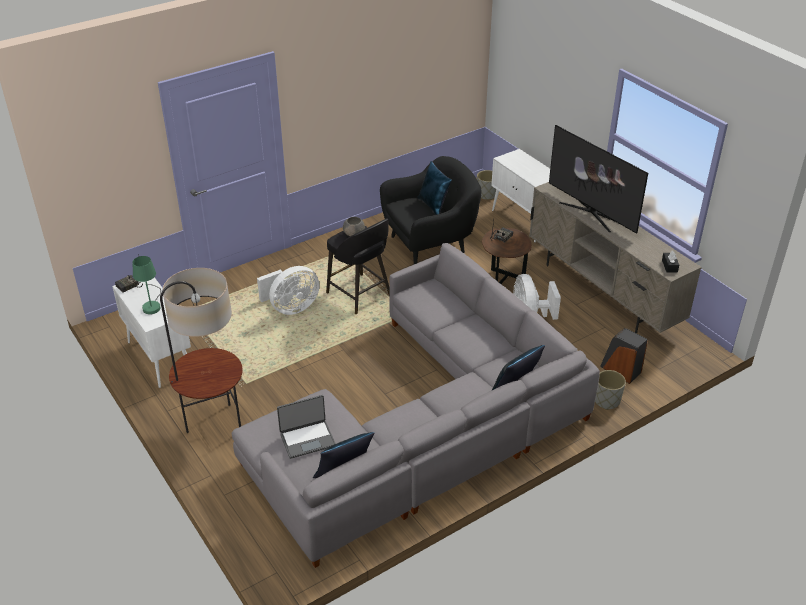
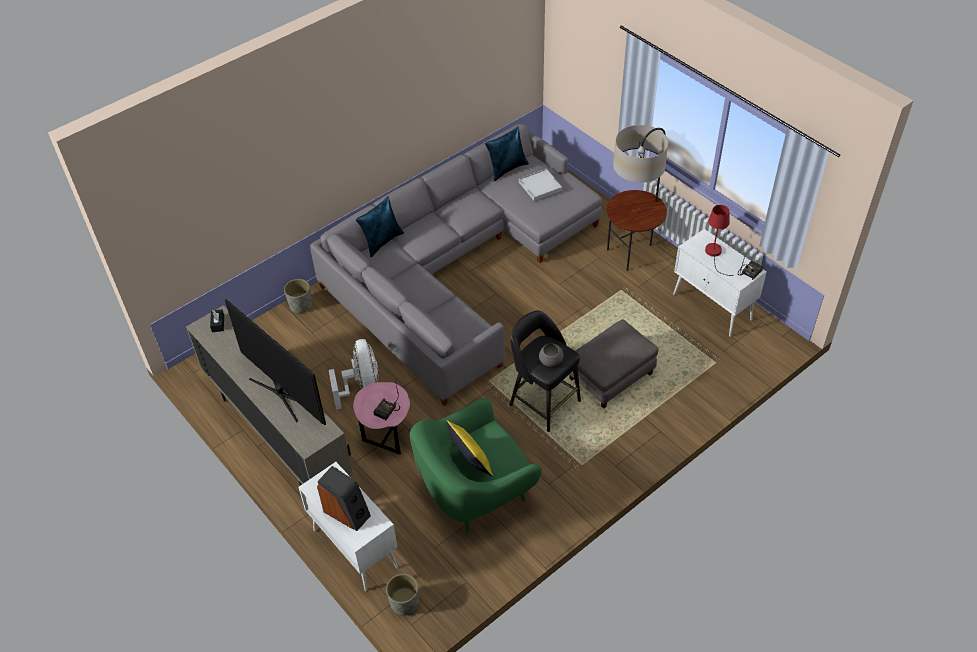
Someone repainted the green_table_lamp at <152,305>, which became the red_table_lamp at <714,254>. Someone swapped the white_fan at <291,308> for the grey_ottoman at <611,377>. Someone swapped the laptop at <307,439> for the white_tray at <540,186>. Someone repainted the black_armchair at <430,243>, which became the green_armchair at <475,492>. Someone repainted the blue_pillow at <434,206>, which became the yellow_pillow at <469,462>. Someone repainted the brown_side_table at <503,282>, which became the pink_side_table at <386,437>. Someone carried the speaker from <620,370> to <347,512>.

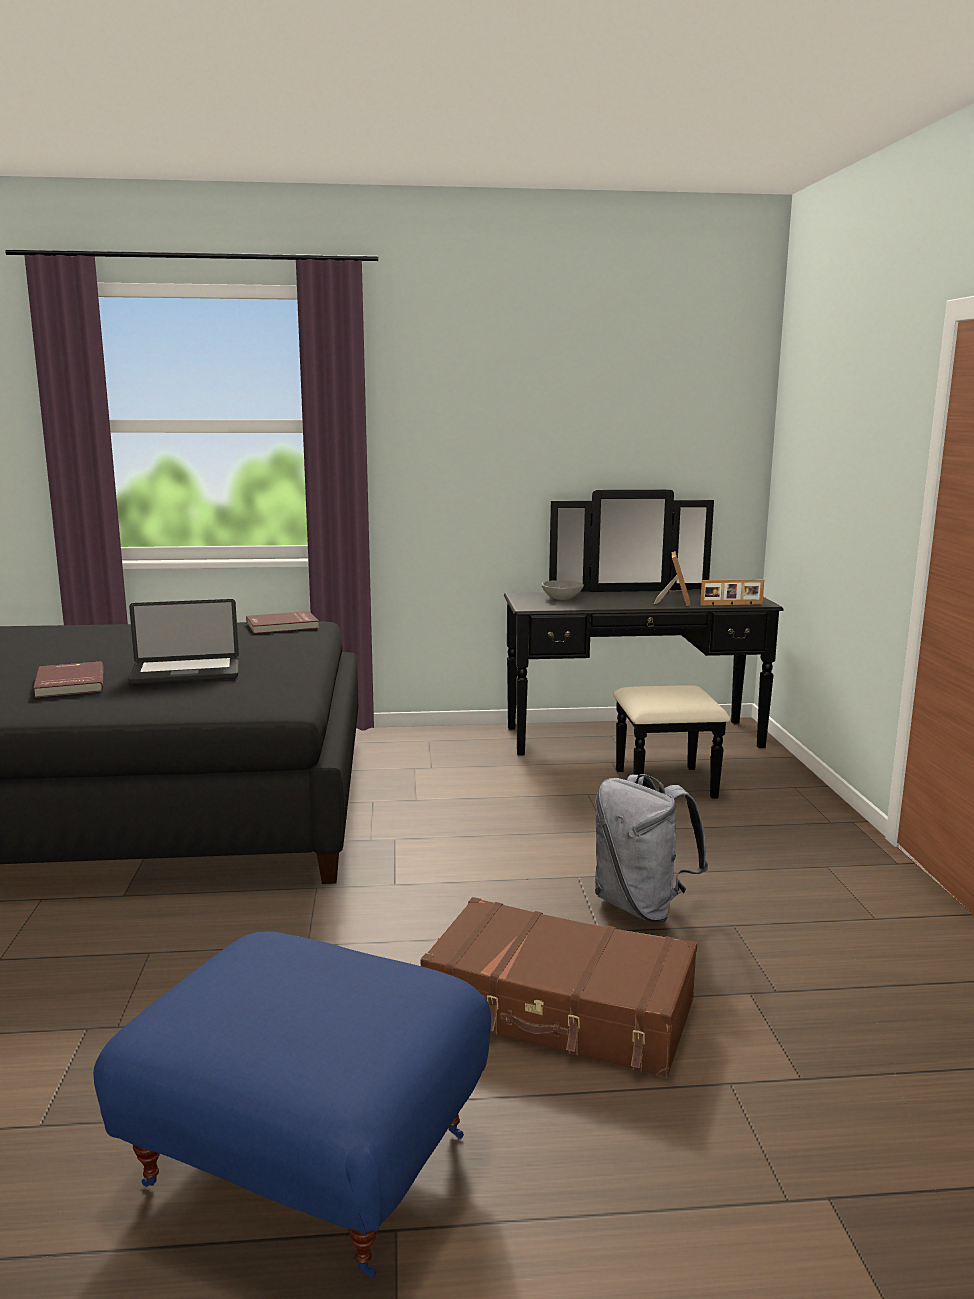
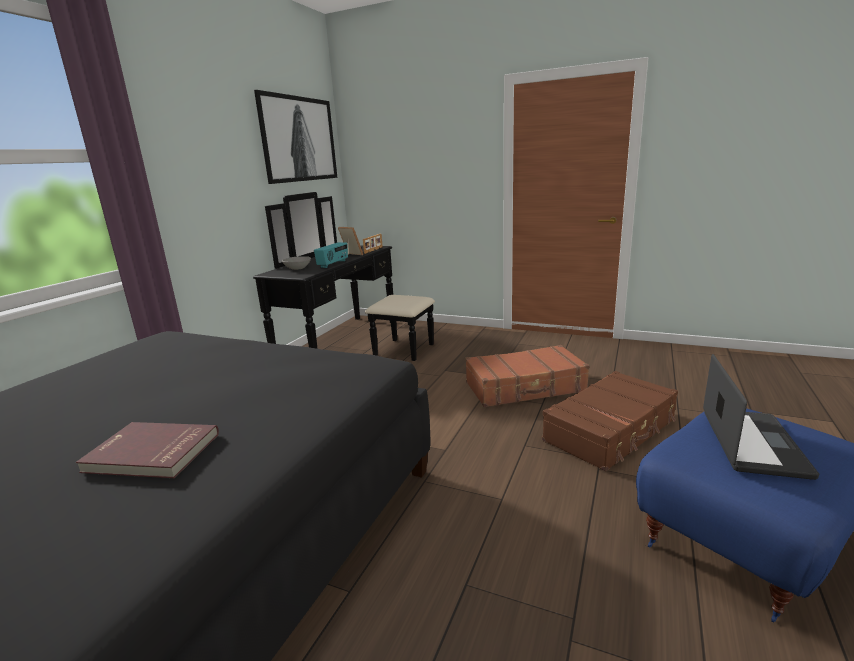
Someone carried the laptop from <185,673> to <752,443>. Someone took away the red_book at <282,626>. Someone swapped the grey_backpack at <642,906> for the brown_suitcase at <525,387>. Someone put up the picture at <298,139>. Someone put down the radio at <333,264>.

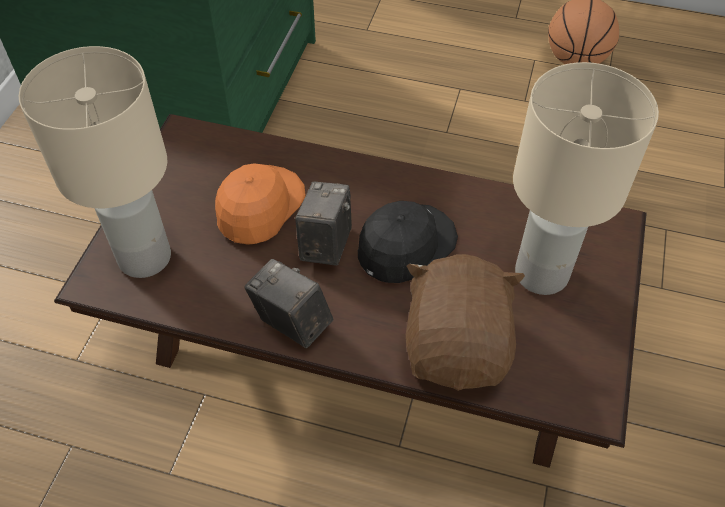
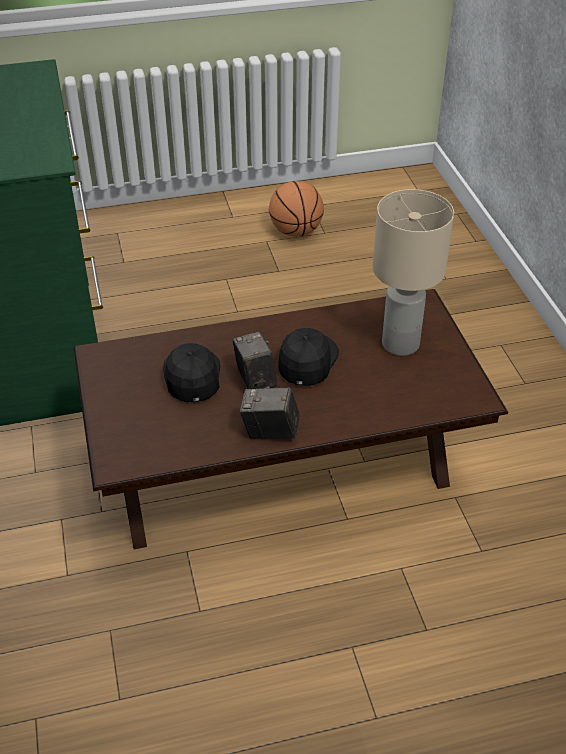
Someone took away the beige_table_lamp at <143,257>. Someone repainted the orange_cap at <259,206>, which became the black_cap at <192,377>. Someone took away the brown_plush_toy at <457,346>.

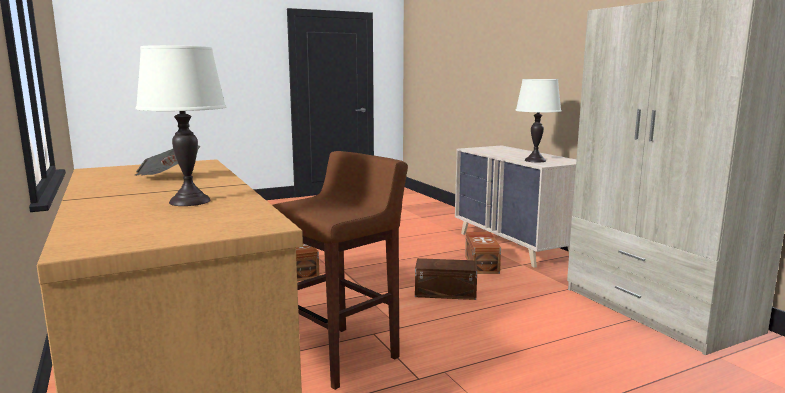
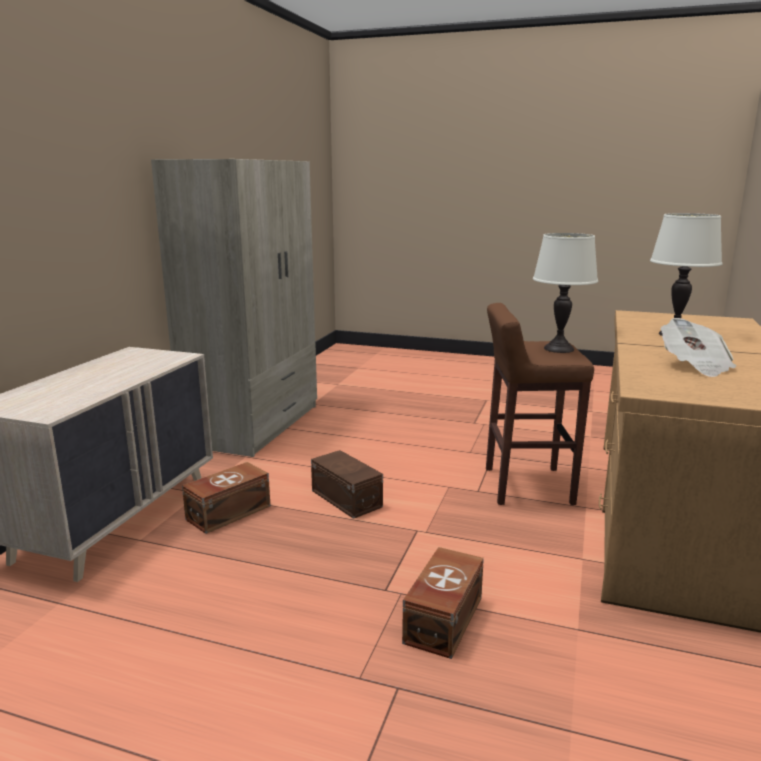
Someone carried the white_table_lamp from <535,160> to <558,349>.

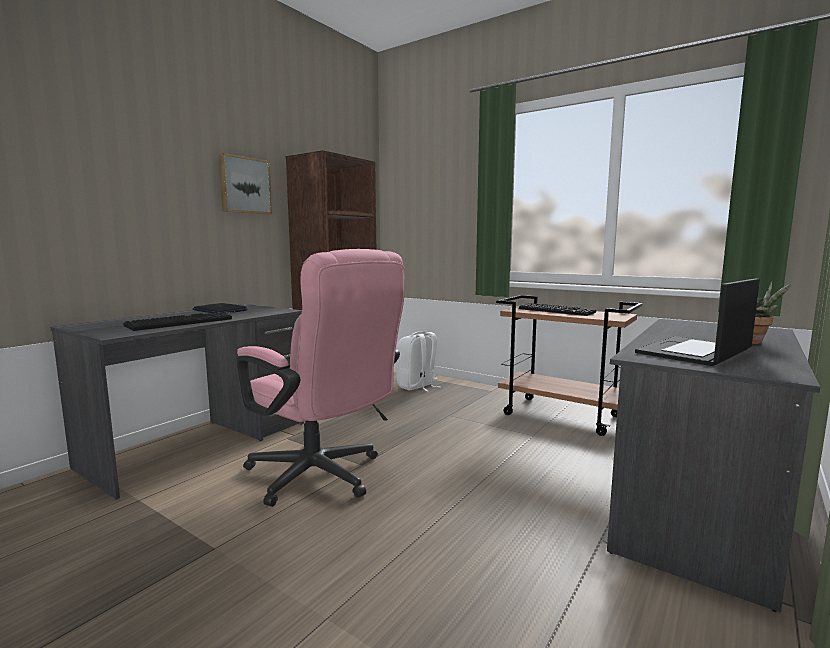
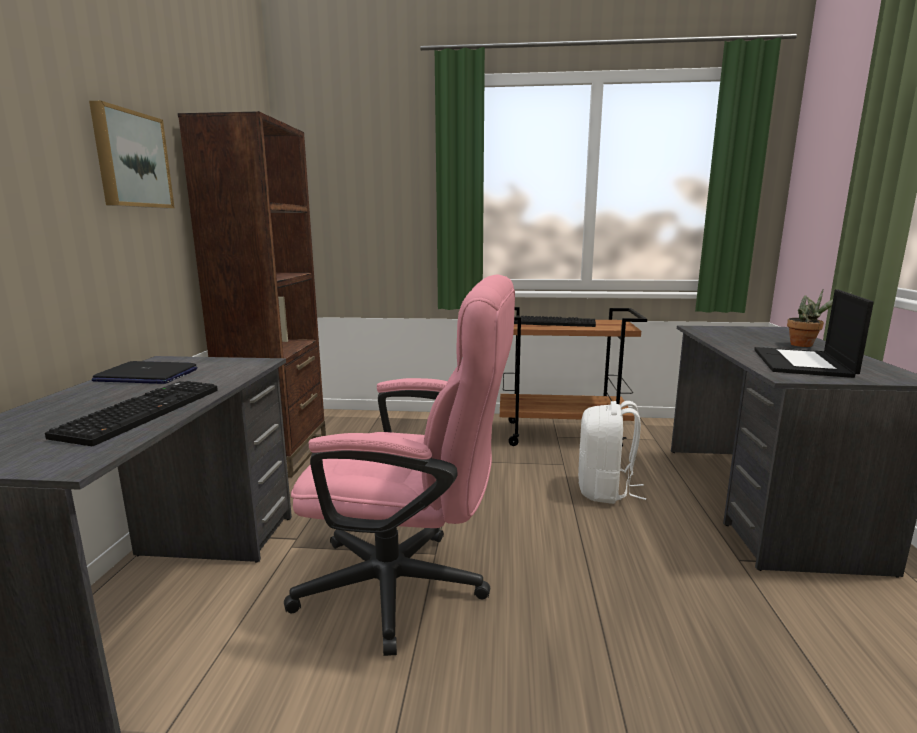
Someone carried the white_backpack from <417,386> to <605,491>.

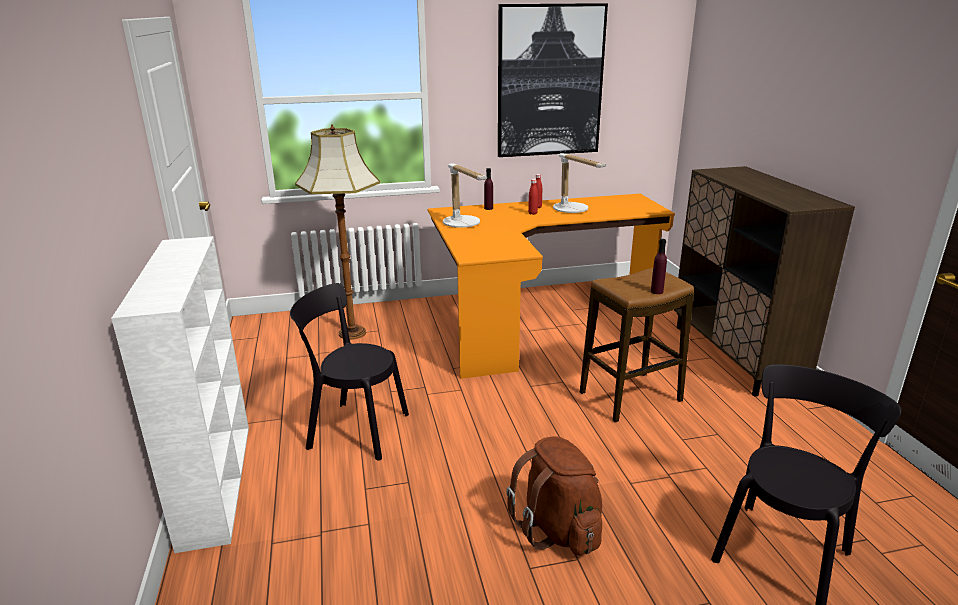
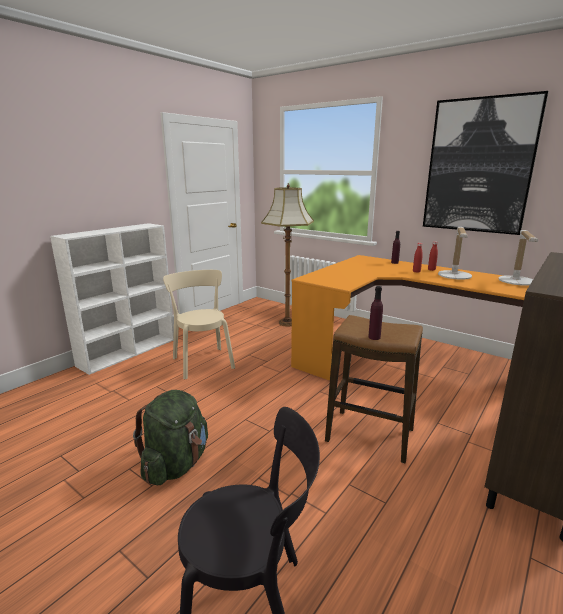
Someone repainted the black_chair at <354,429>, which became the beige_chair at <202,361>. Someone carried the table_lamp from <463,224> to <517,283>. Someone repainted the brown_backpack at <558,529>, which became the green_backpack at <176,464>.

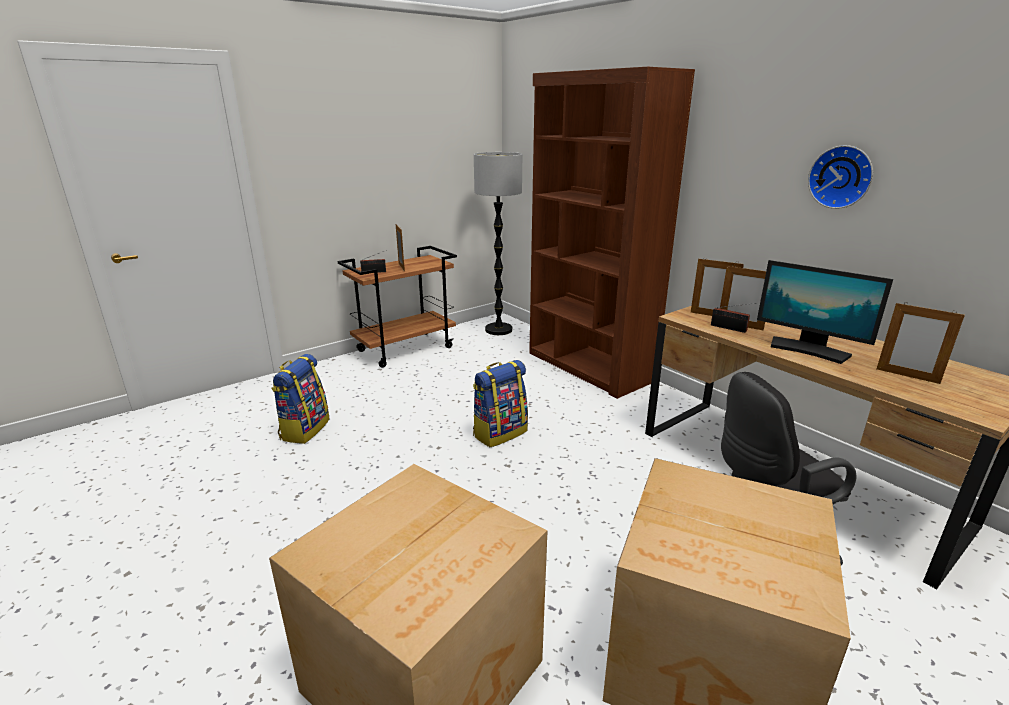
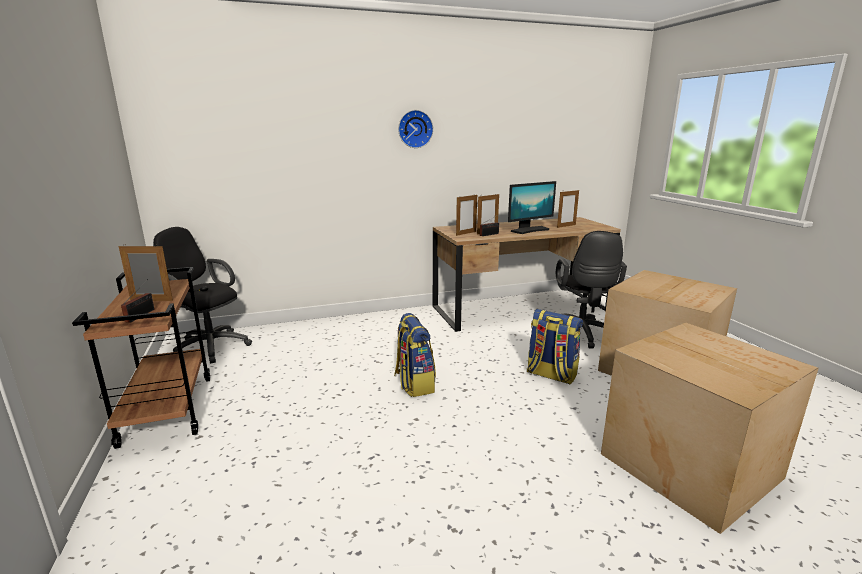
Someone carried the backpack from <304,429> to <550,375>. Someone swapped the floor_lamp at <499,330> for the black_office_chair at <208,346>. Someone took away the brown_bookcase at <589,367>. Someone carried the wall_clock from <841,177> to <415,129>.

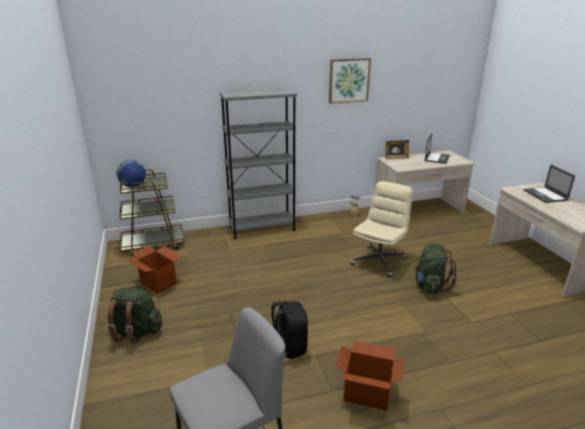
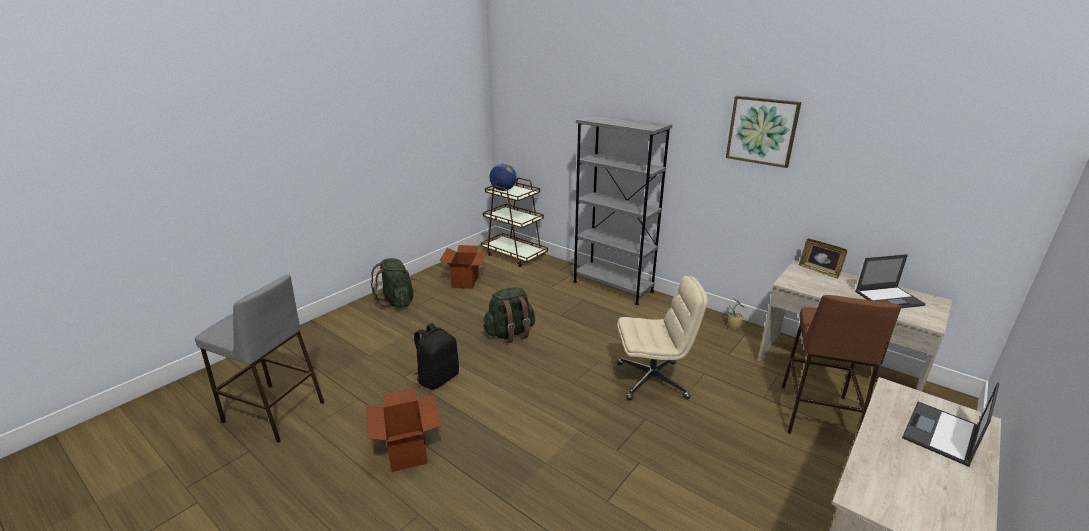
Someone carried the green_backpack from <429,286> to <510,333>. Someone put down the brown_stool at <817,415>.

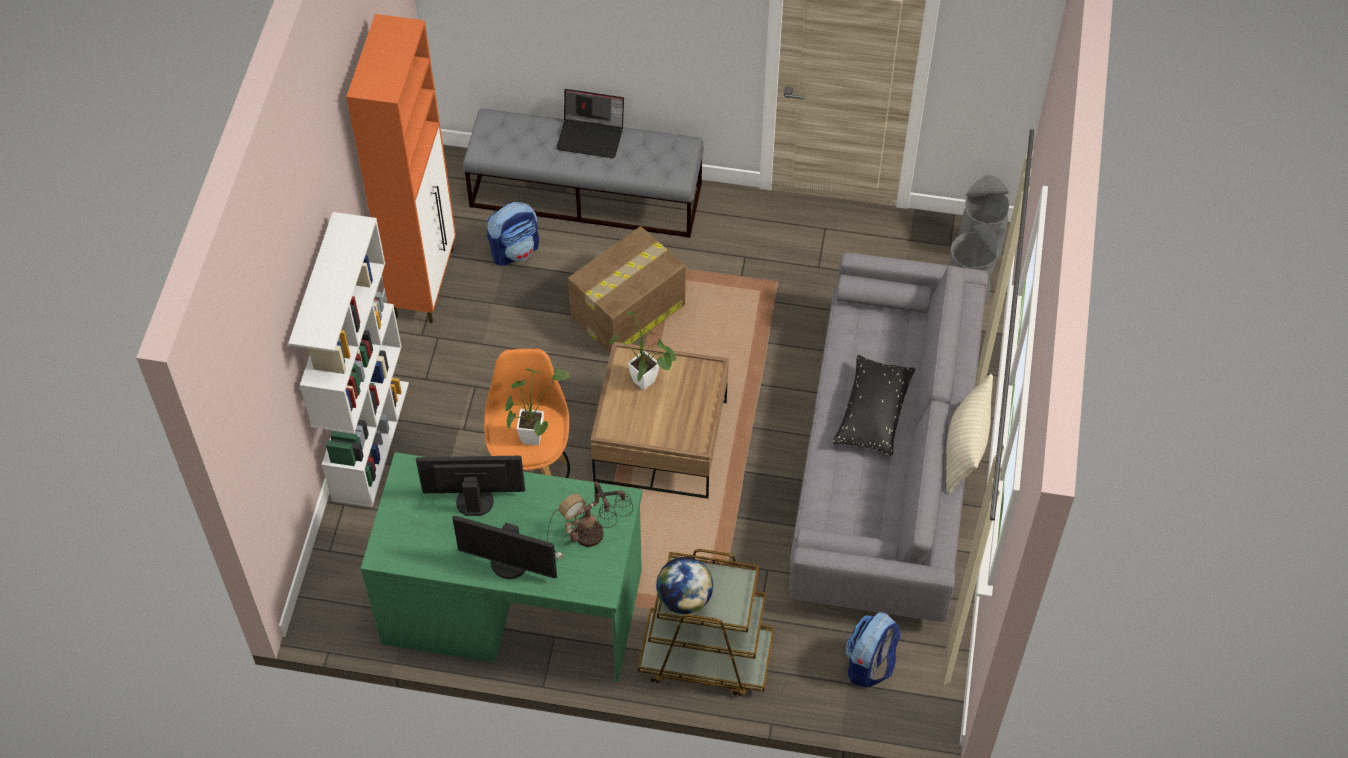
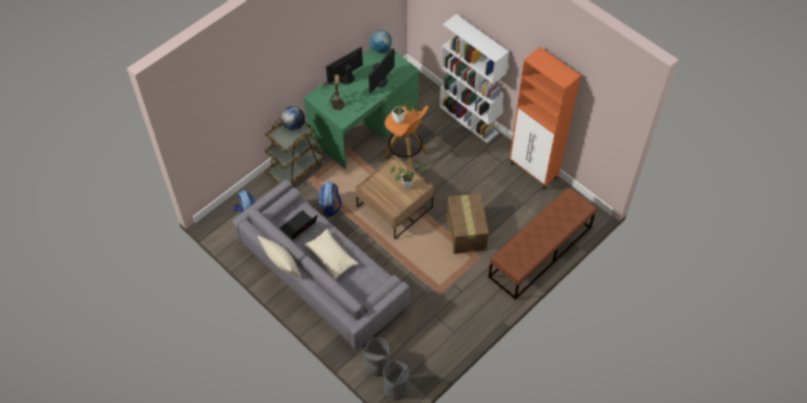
Someone repainted the grey_bench at <586,195>, which became the brown_bench at <540,252>. Someone carried the backpack from <515,250> to <330,207>. Someone carried the laptop from <591,136> to <299,227>. Someone repainted the black_pillow at <873,414>, which became the beige_pillow at <331,257>. Someone put down the globe at <380,48>.

